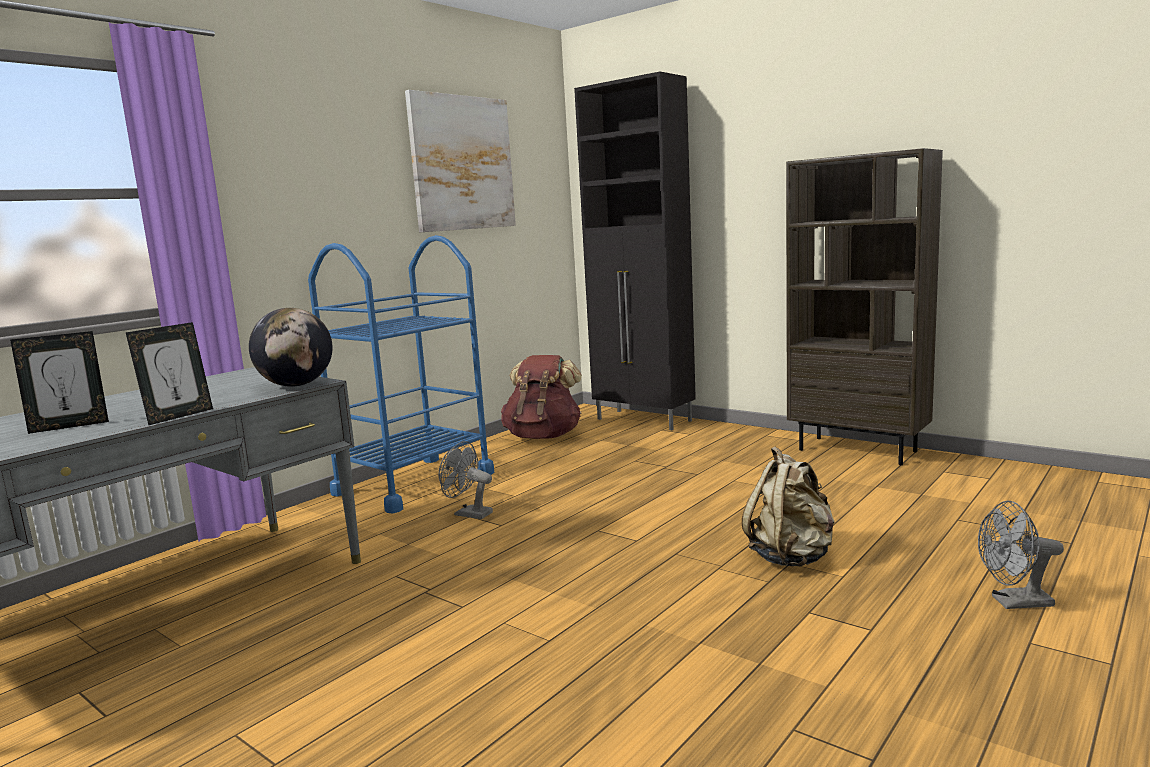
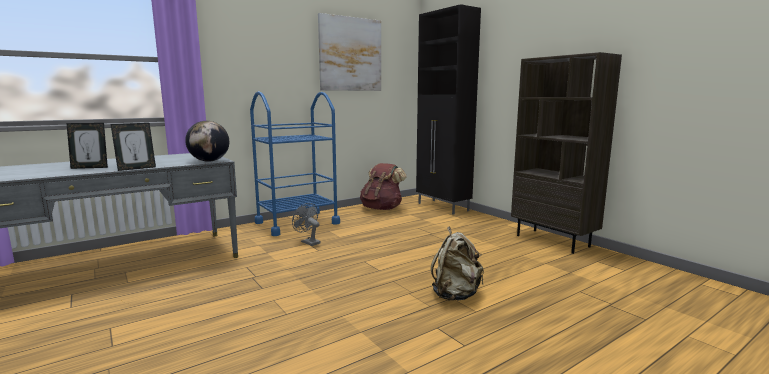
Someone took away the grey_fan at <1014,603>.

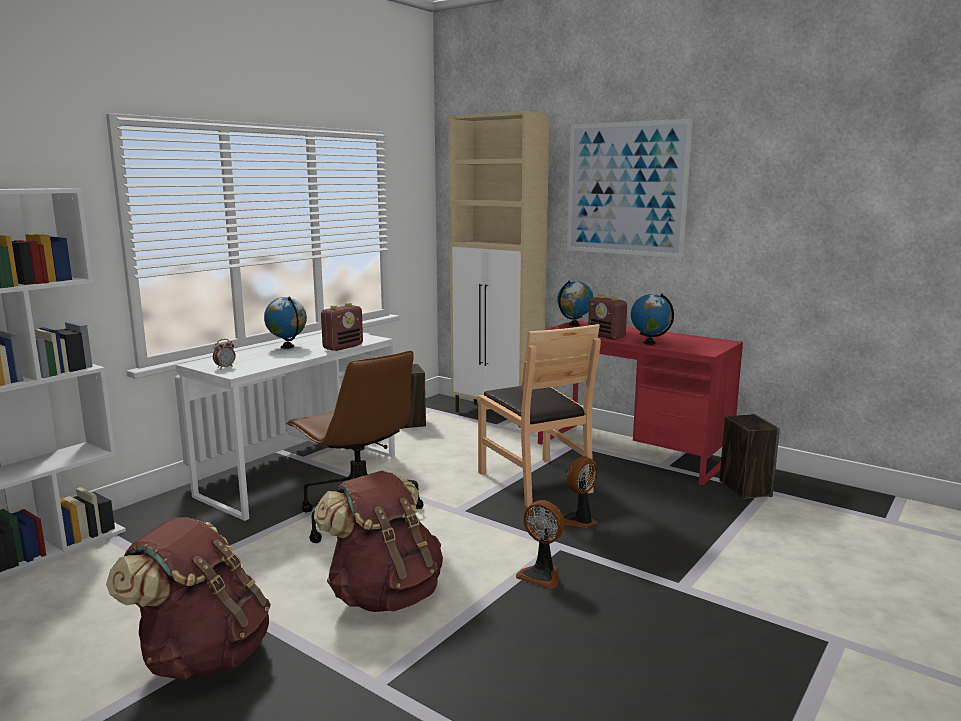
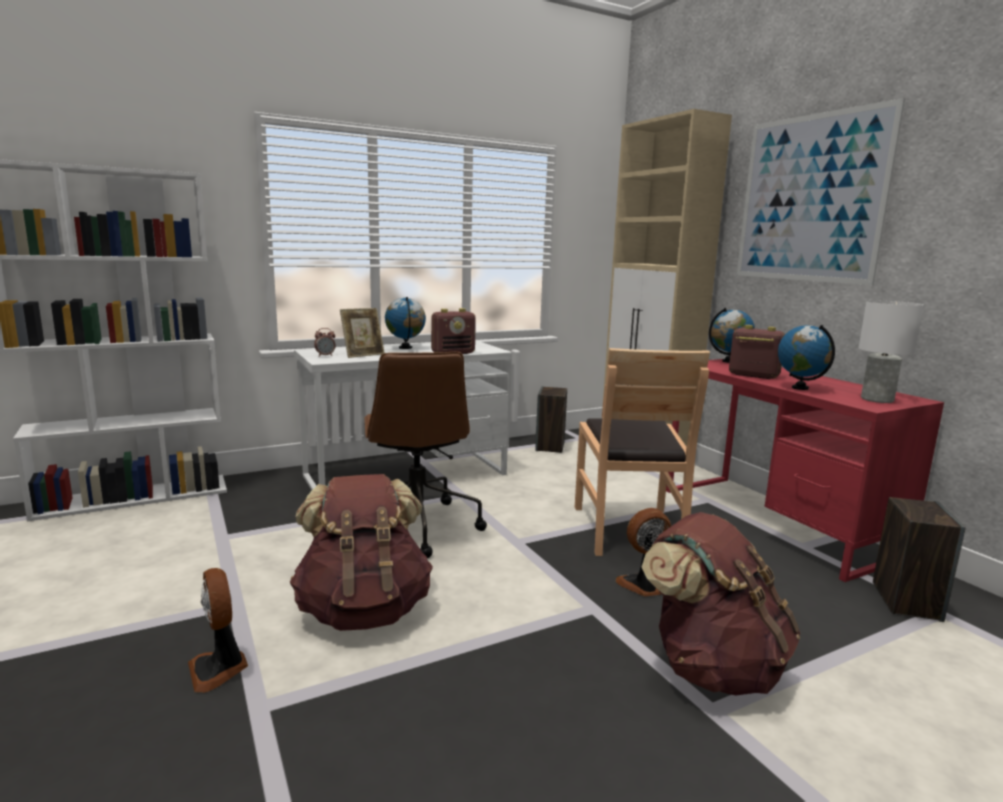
Someone carried the brown_backpack from <203,656> to <711,667>. Someone carried the fan from <541,575> to <219,669>. Someone rotated the radio at <607,336> by 135 degrees clockwise. Someone put down the picture_frame at <363,355>. Someone put down the white_table_lamp at <876,399>.

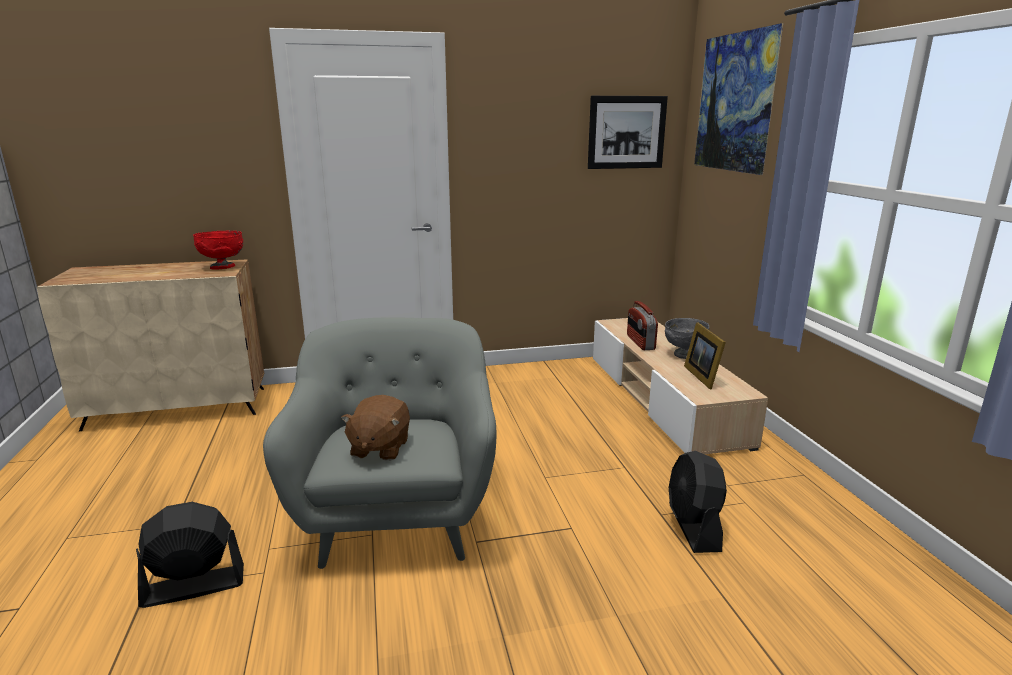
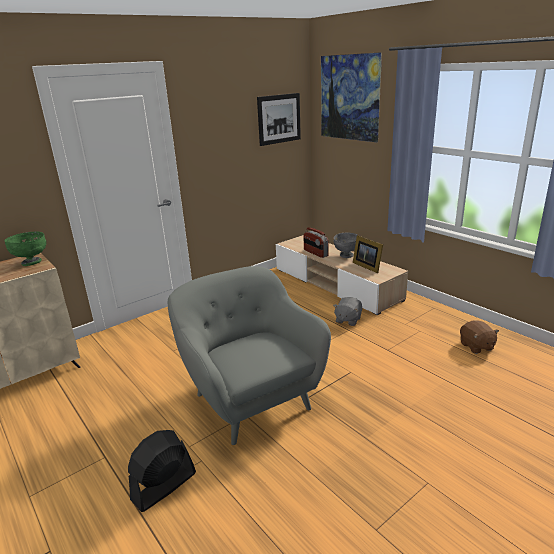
Someone repainted the red_bowl at <223,267>, which became the green_bowl at <32,262>. Someone carried the brown_plush_toy from <379,448> to <476,346>. Someone took away the black_fan at <693,527>. Someone put down the grey_plush_toy at <348,320>.

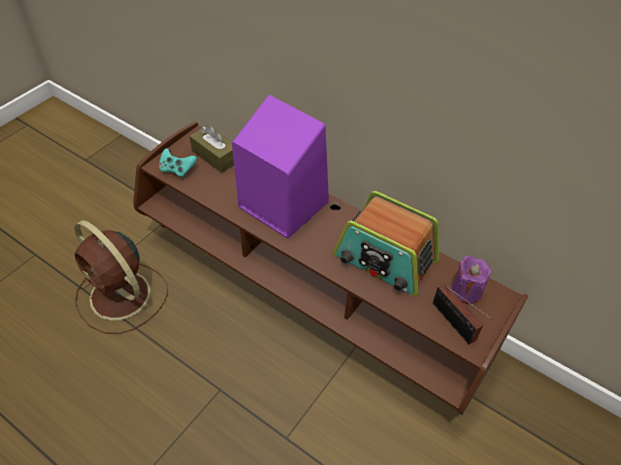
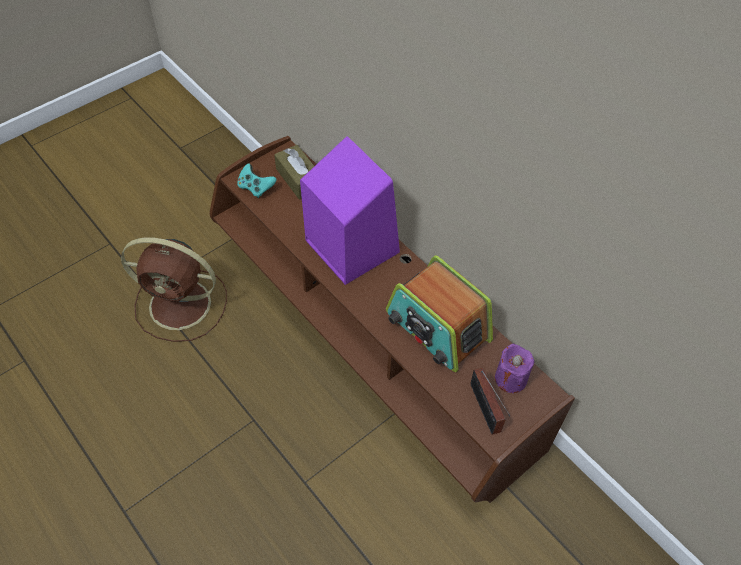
Someone rotated the brown_fan at <122,297> by 45 degrees counterclockwise.

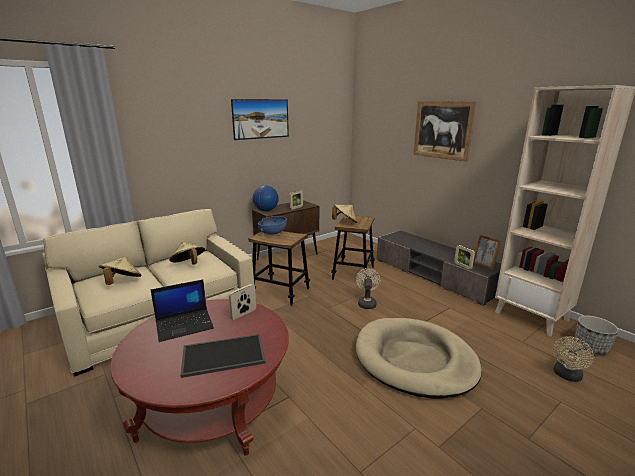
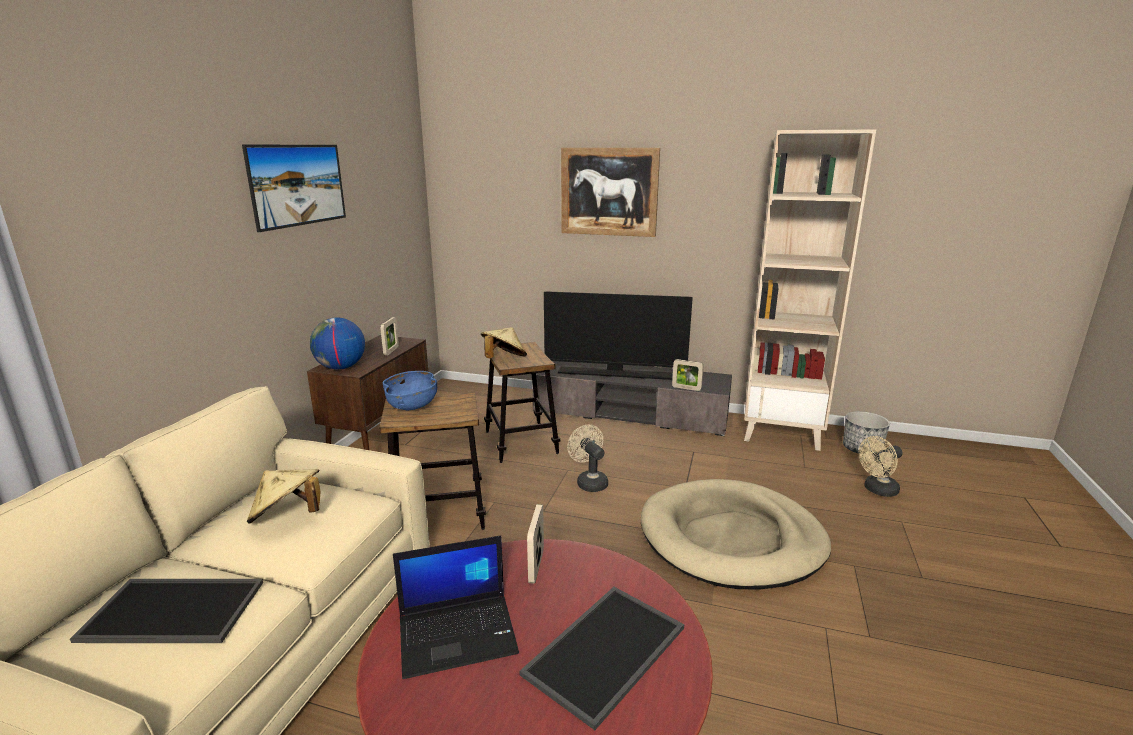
Someone swapped the beige_hat at <122,282> for the tray at <170,612>. Someone rotated the laptop at <185,325> by 45 degrees clockwise. Someone took away the picture_frame at <483,265>. Someone rotated the beige_fan at <566,376> by 60 degrees clockwise. Someone put down the television at <615,373>.

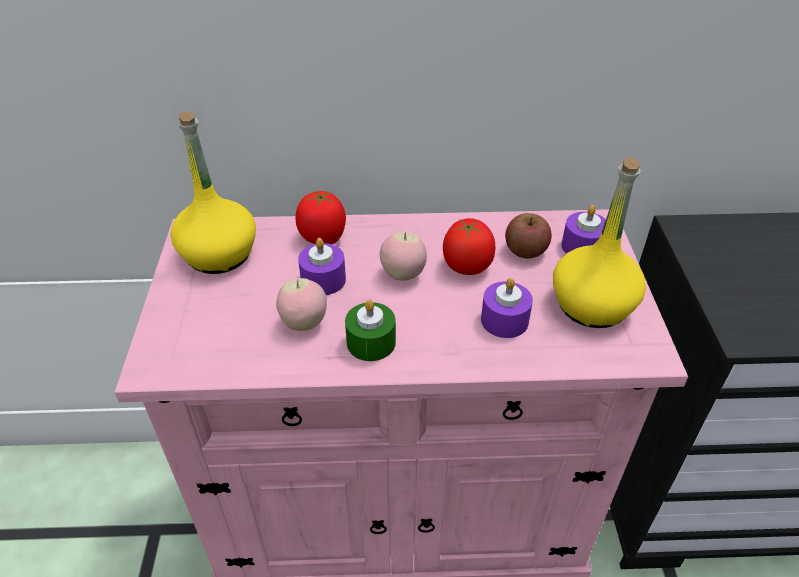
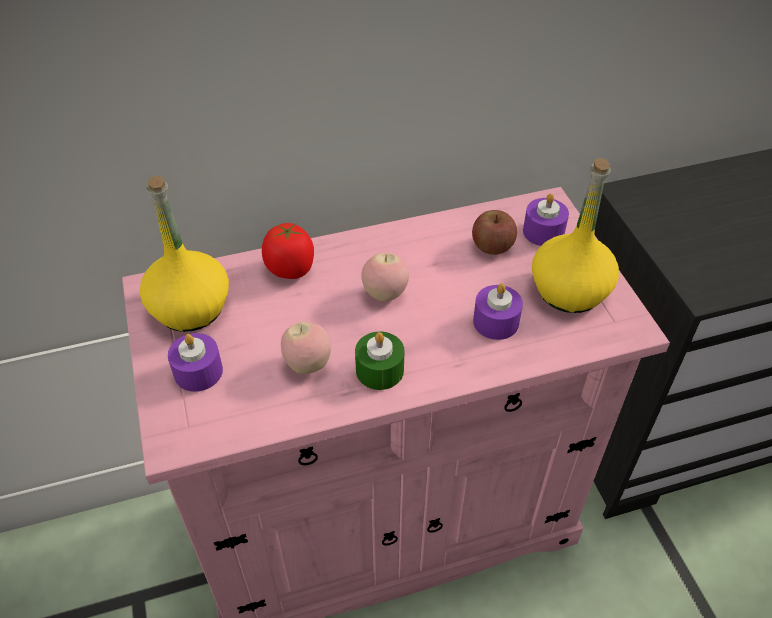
Someone carried the purple_candle from <323,280> to <198,372>. Someone took away the tomato at <466,266>.

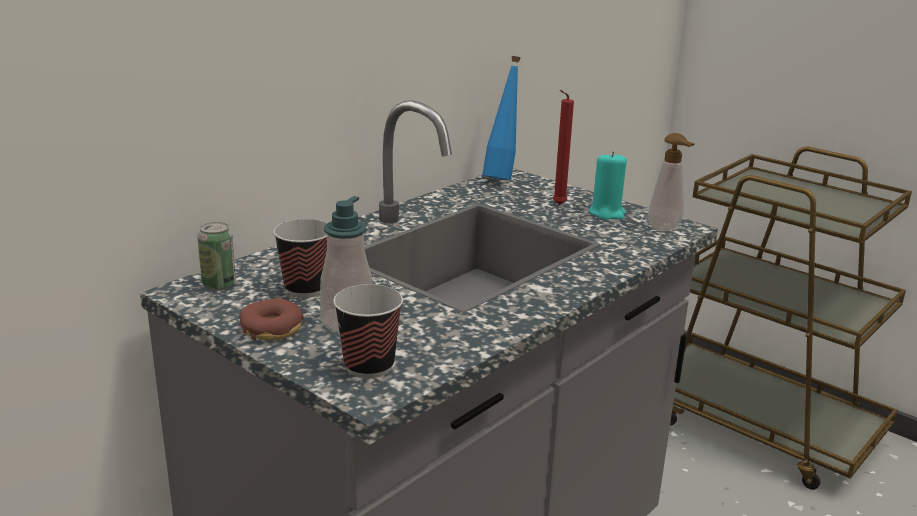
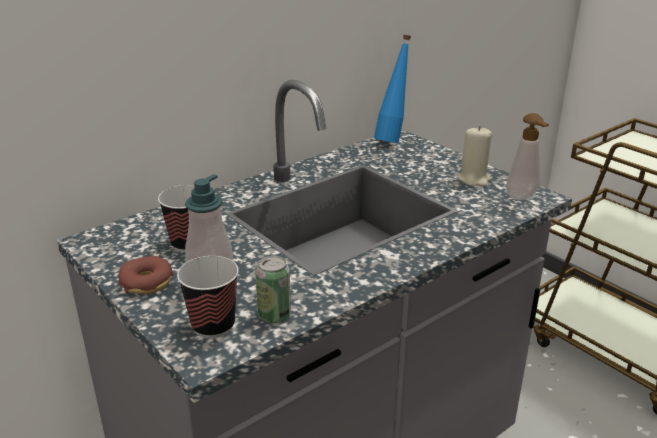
Someone carried the can from <219,285> to <274,315>. Someone took away the red_candle at <557,205>. Someone repainted the turquoise_candle at <607,213>, which became the beige_candle at <474,179>.

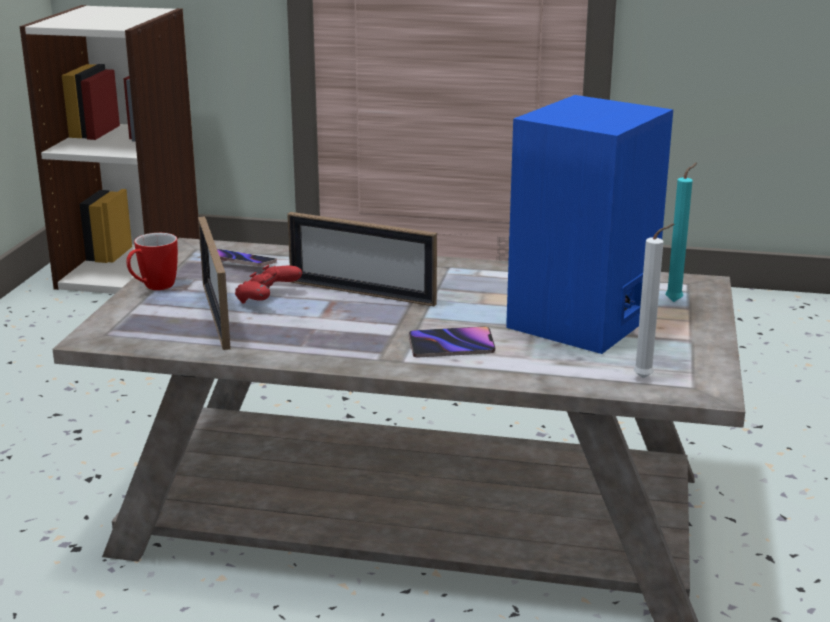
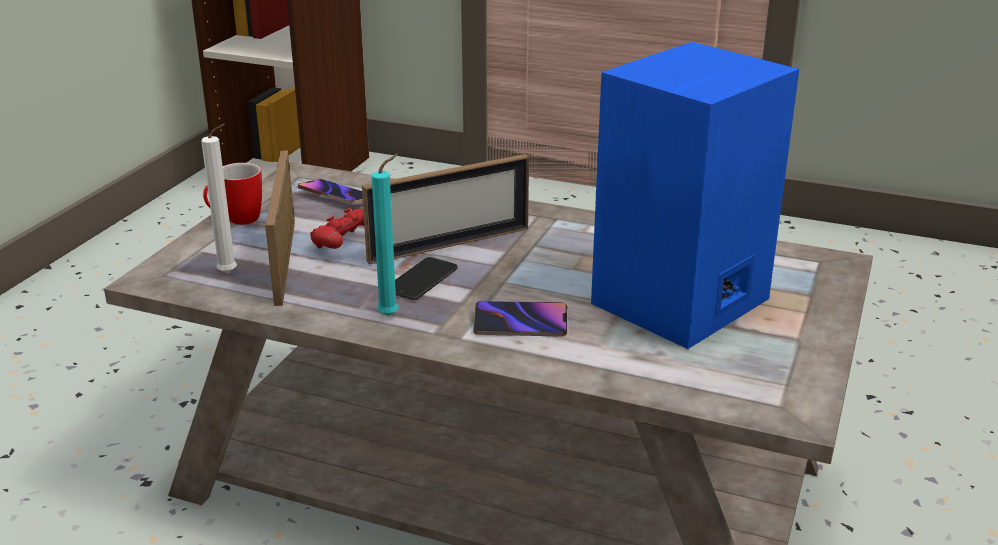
Someone rotated the picture_frame at <361,293> by 60 degrees counterclockwise. Someone carried the white_candle from <646,378> to <230,274>. Someone carried the turquoise_candle from <676,301> to <391,315>. Someone put down the phone at <421,280>.

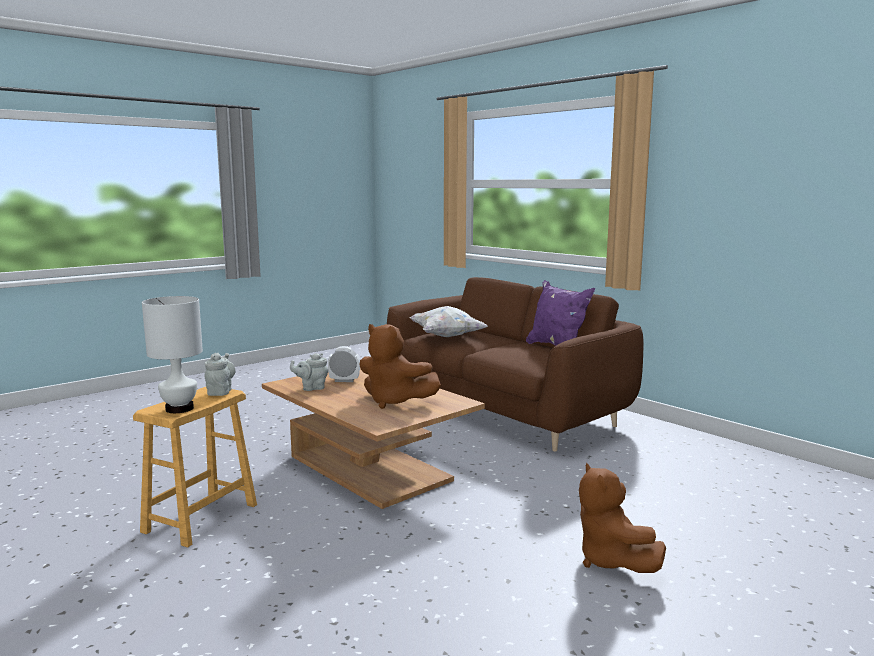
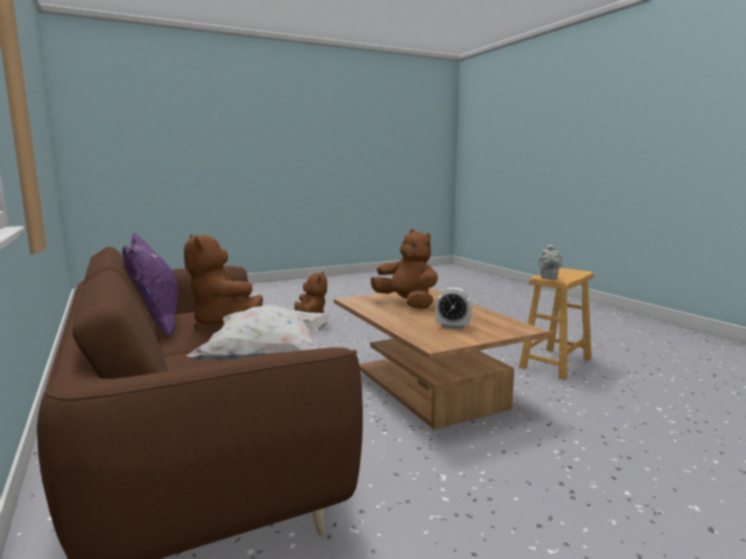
Someone took away the white_table_lamp at <180,409>. Someone took away the grey_teapot at <311,388>. Someone put down the brown_plush_toy at <223,323>.

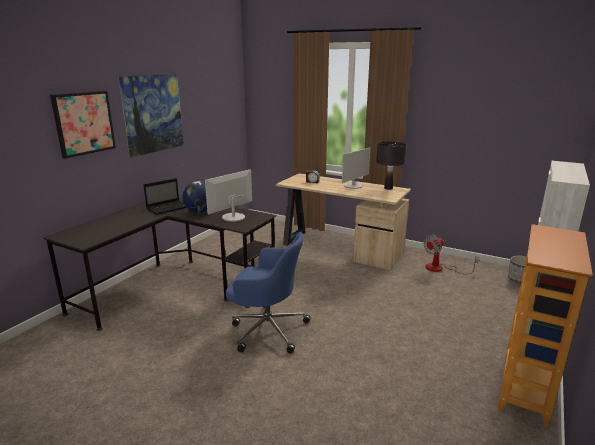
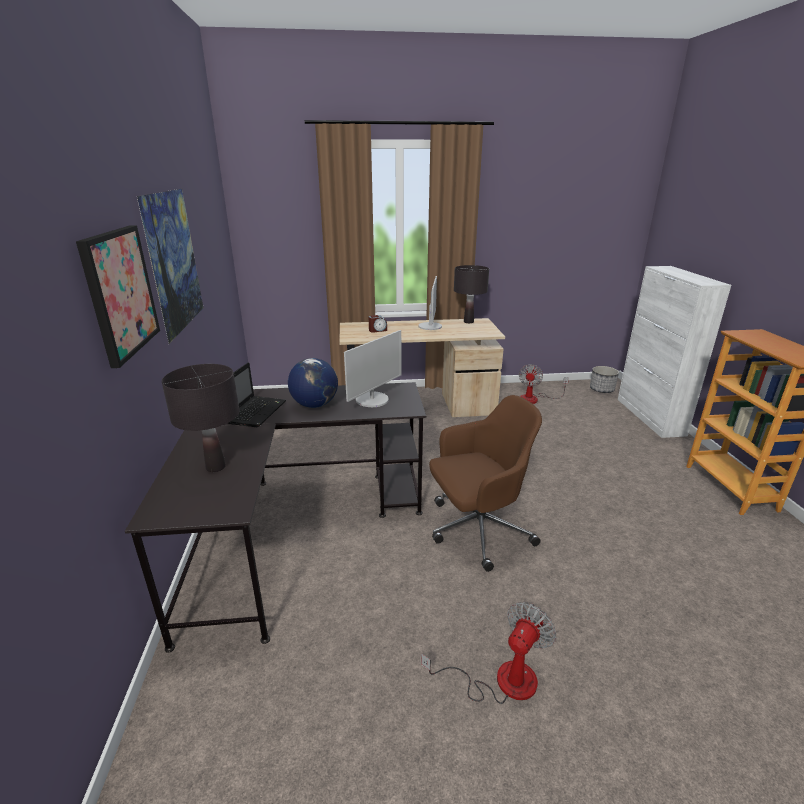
Someone rotated the monitor at <233,217> by 150 degrees counterclockwise. Someone repainted the blue_office_chair at <267,329>, which became the brown_office_chair at <477,530>. Someone put down the black_table_lamp at <216,467>. Someone put down the fan at <501,680>.

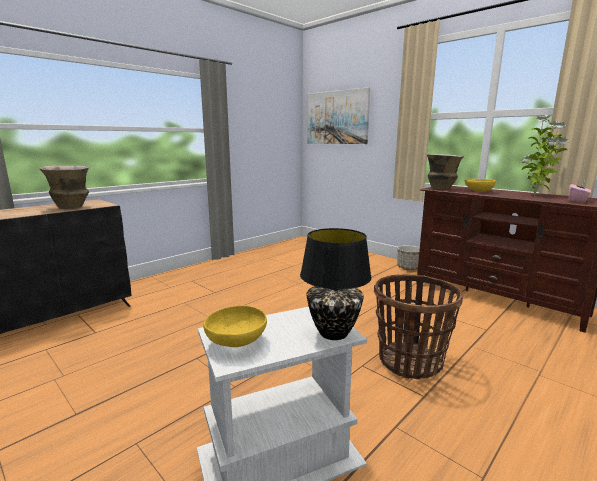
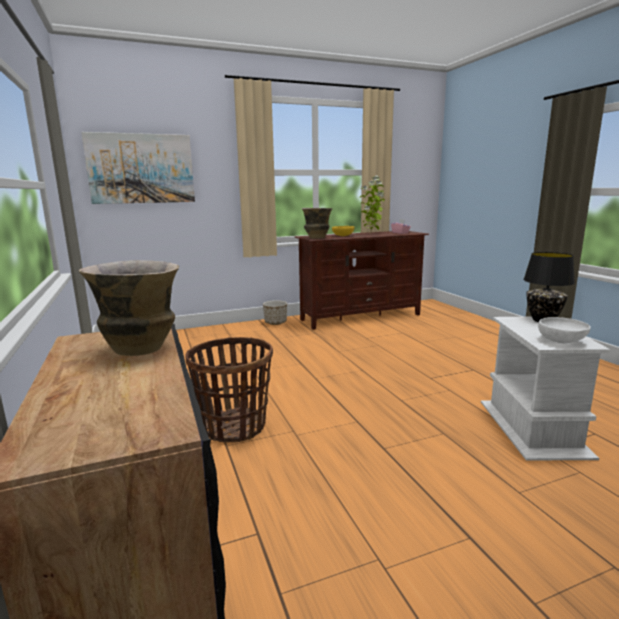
Someone repainted the yellow_bowl at <236,342>, which became the white_bowl at <562,341>. Someone carried the basket from <410,361> to <234,426>.

